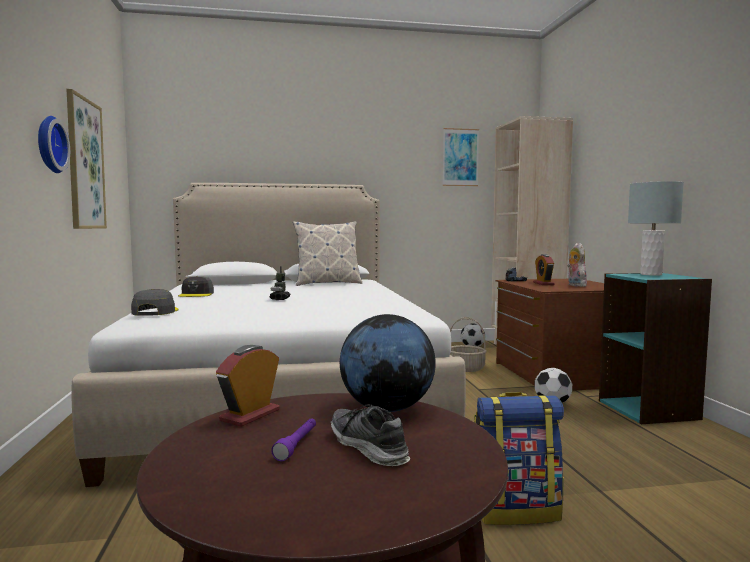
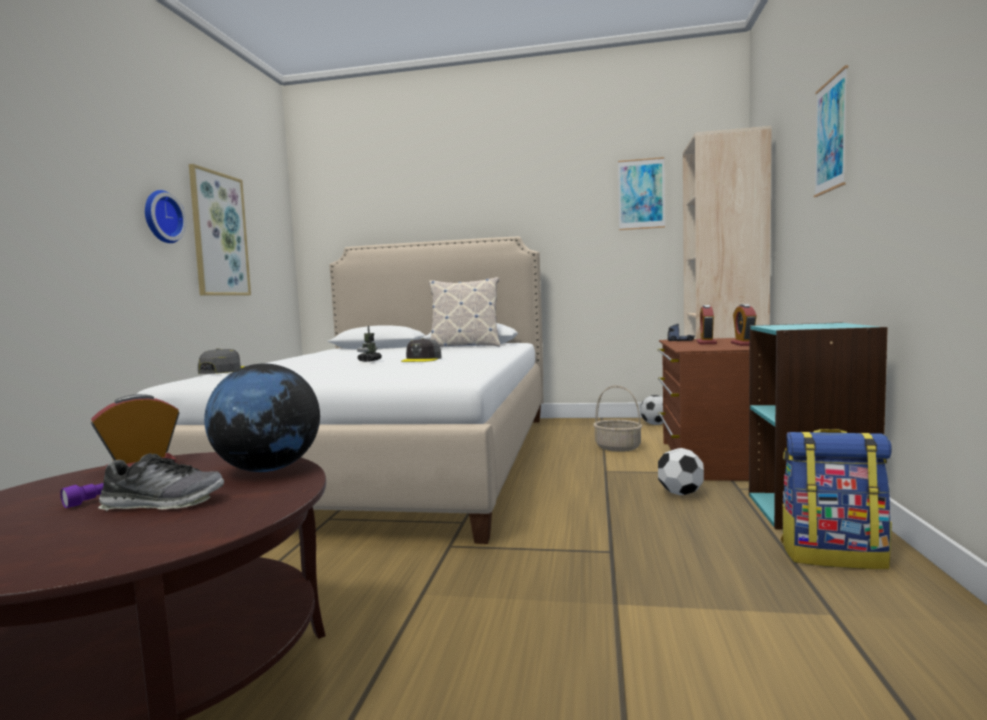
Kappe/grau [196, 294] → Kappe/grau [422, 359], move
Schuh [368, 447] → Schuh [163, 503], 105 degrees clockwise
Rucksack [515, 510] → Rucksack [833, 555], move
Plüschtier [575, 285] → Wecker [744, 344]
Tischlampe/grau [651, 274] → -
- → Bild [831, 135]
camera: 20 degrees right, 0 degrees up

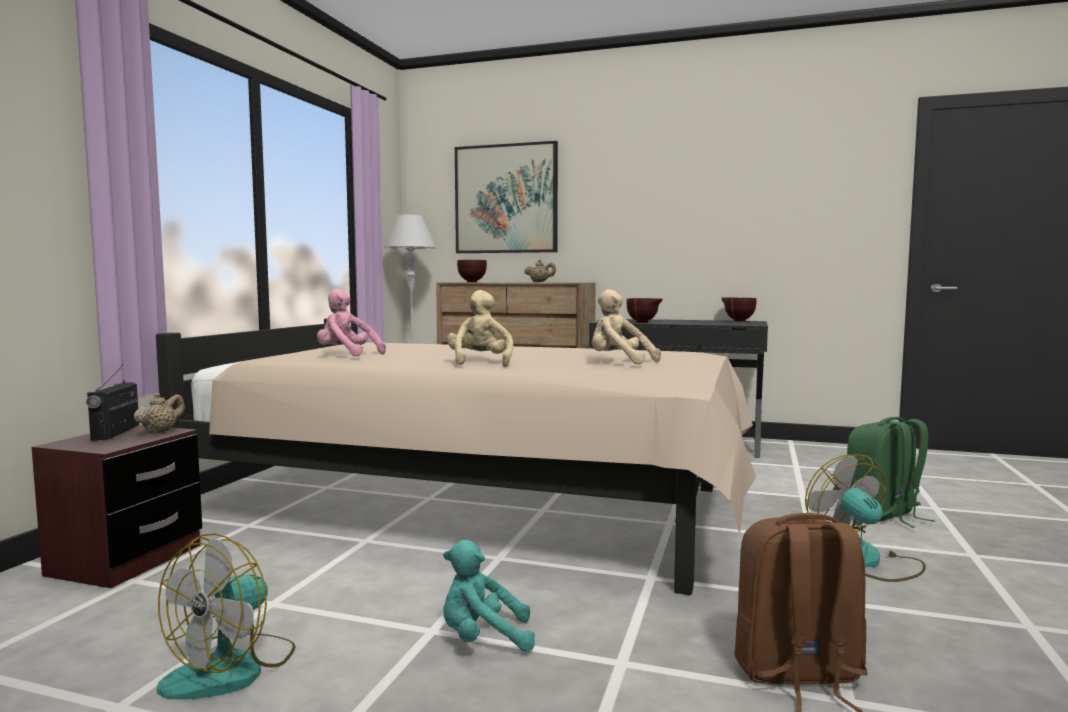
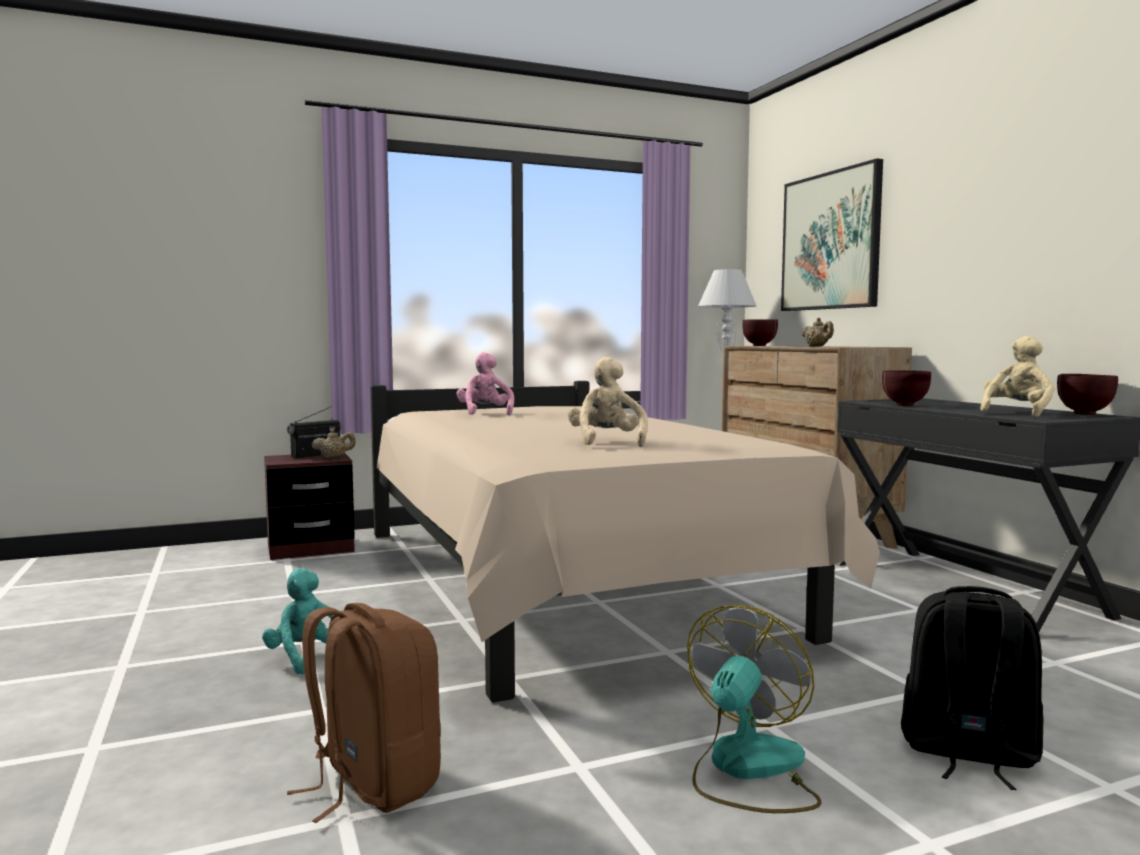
Ventilator [232, 668] → -
Plüschtier/beige [480, 363] → Plüschtier/beige [1017, 413], move
Rucksack/grün [883, 515] → Rucksack/schwarz [967, 753]
camera: 50 degrees right, 0 degrees up

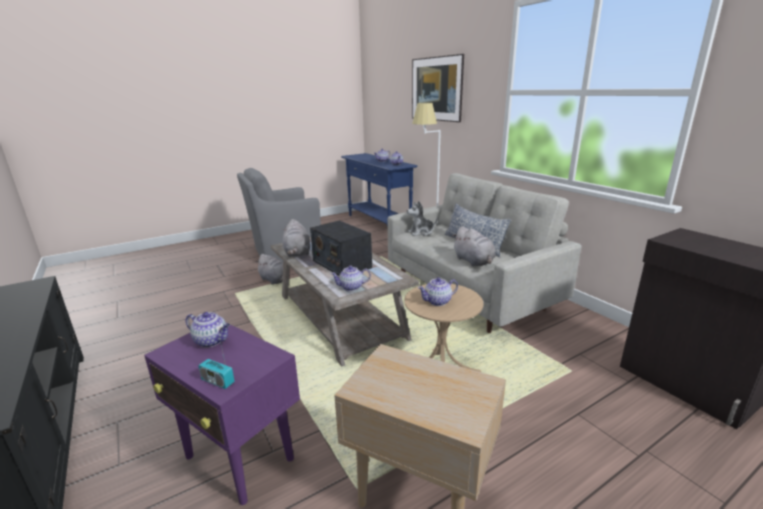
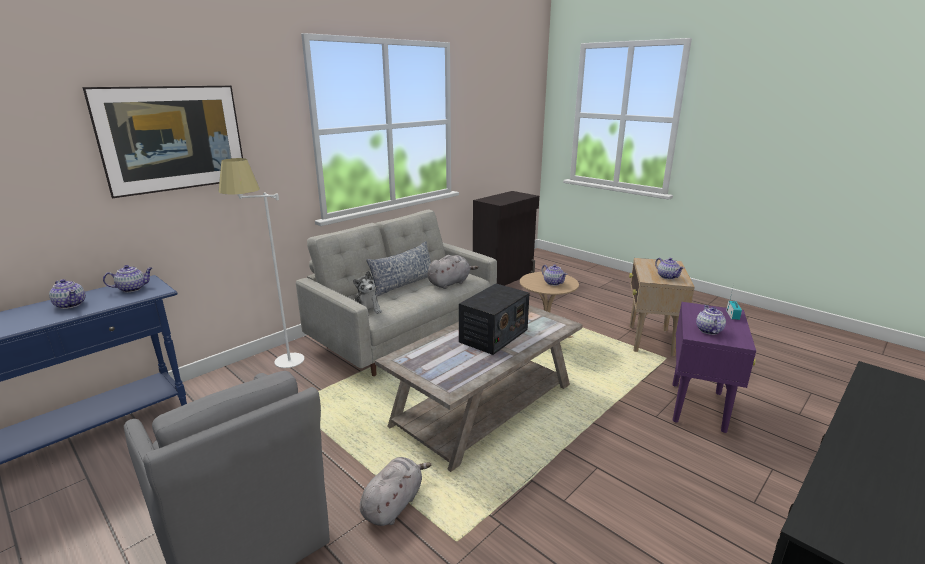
Plüschtier/grau [297, 253] → -
Teekanne [351, 287] → Teekanne [667, 277], move
camera: 105 degrees left, 0 degrees up

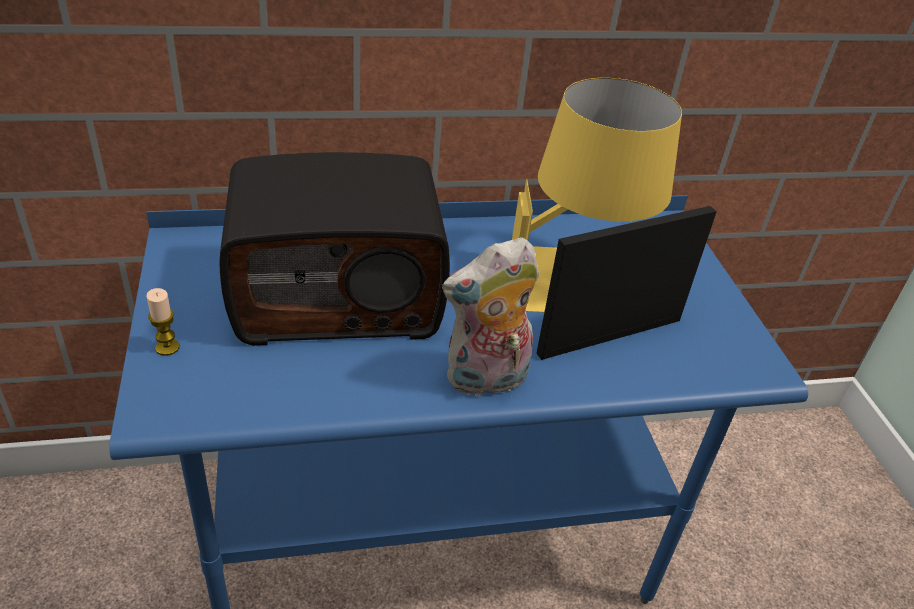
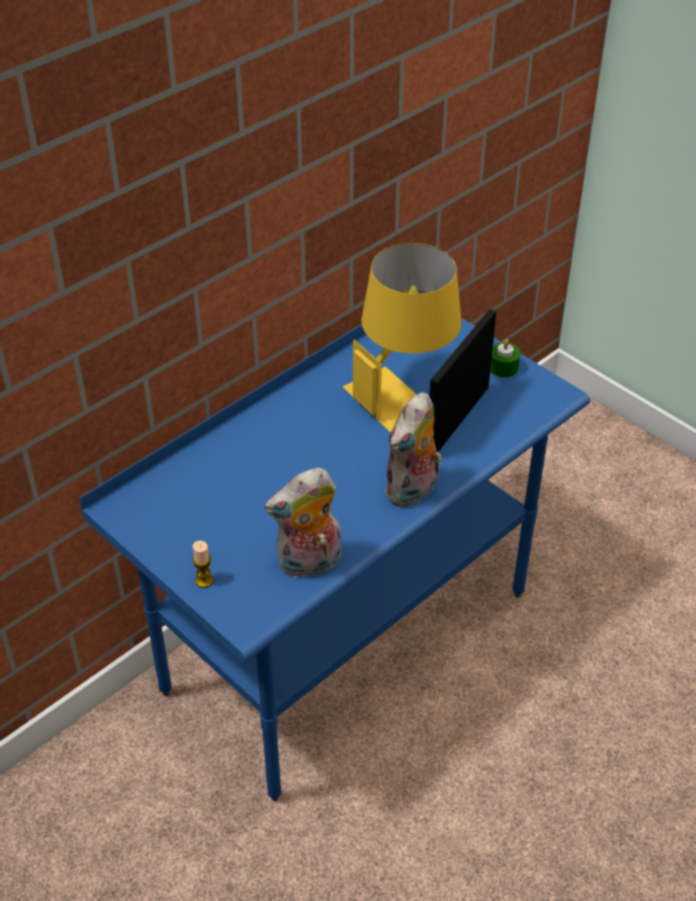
Radio [338, 295] → -
- → Plüschtier [309, 564]
- → Kerze/grün [503, 367]
camera: 30 degrees left, 5 degrees up

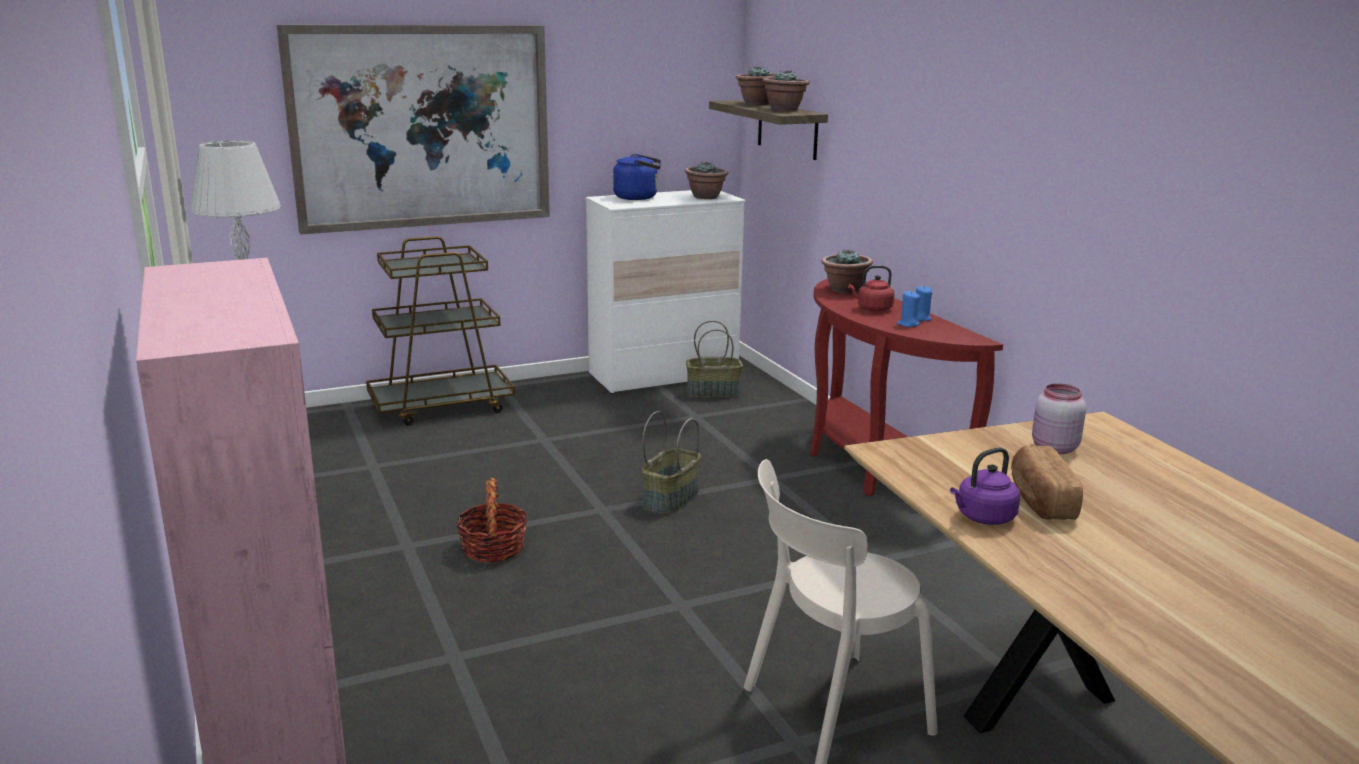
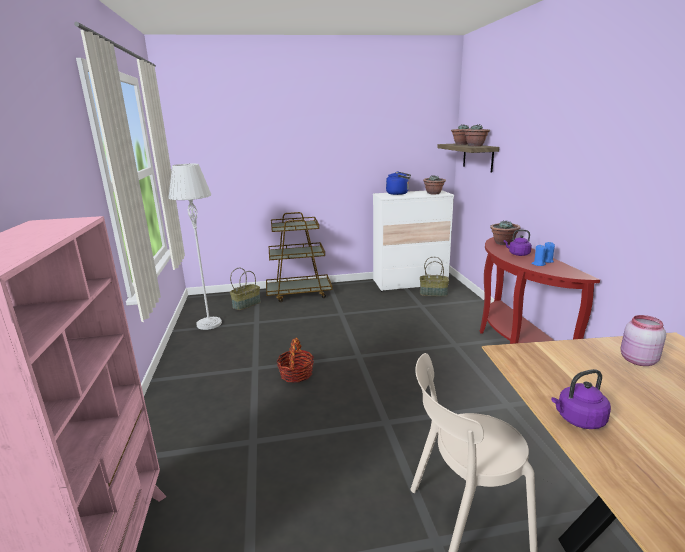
Bild [421, 127] → -
Korb [670, 498] → Korb [246, 304], move
Wasserkessel/rot [872, 309] → Wasserkessel/lila [517, 254]
Brot [1040, 501] → -
camera: 15 degrees right, 0 degrees up

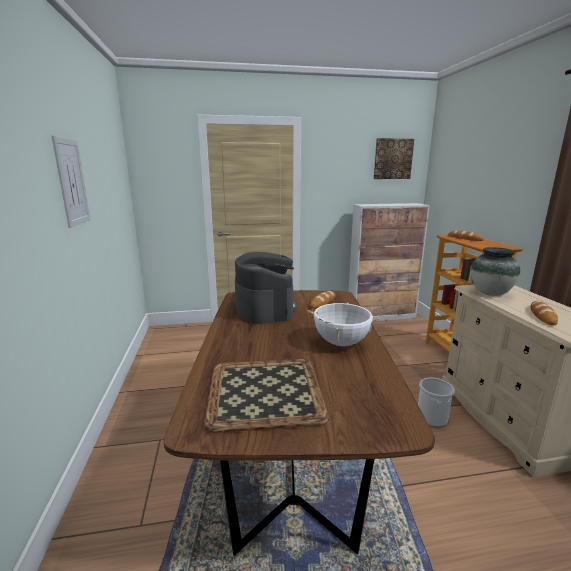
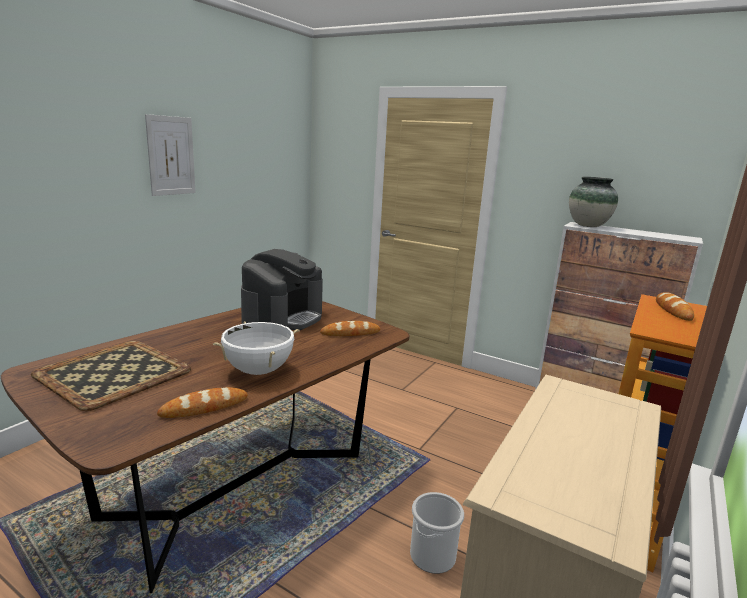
Bild [392, 159] → -
Vase [490, 293] → Vase [588, 226], move
Brot [542, 315] → Brot [204, 407], move
camera: 40 degrees right, 0 degrees up

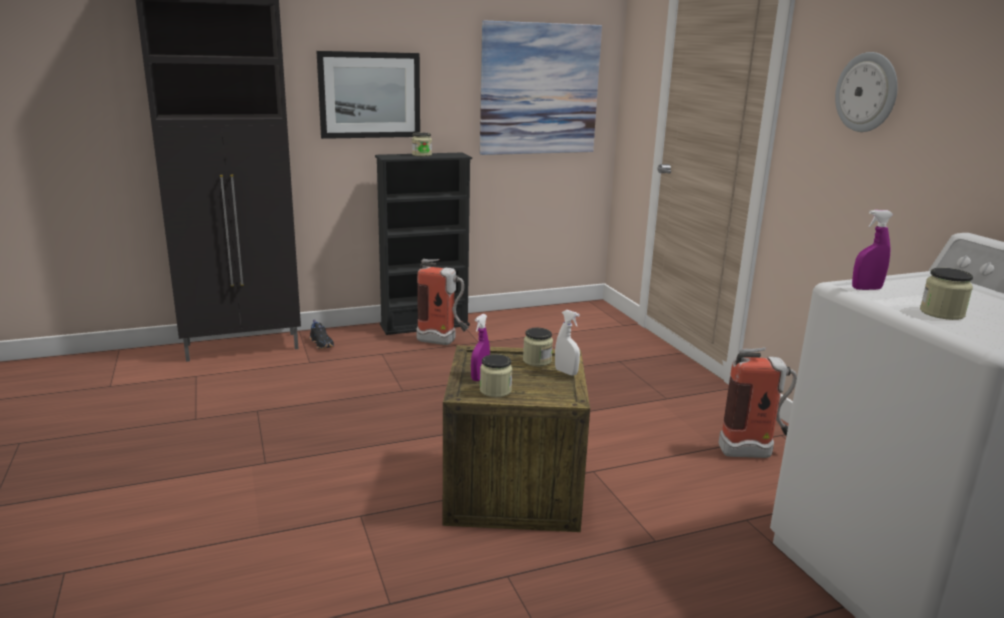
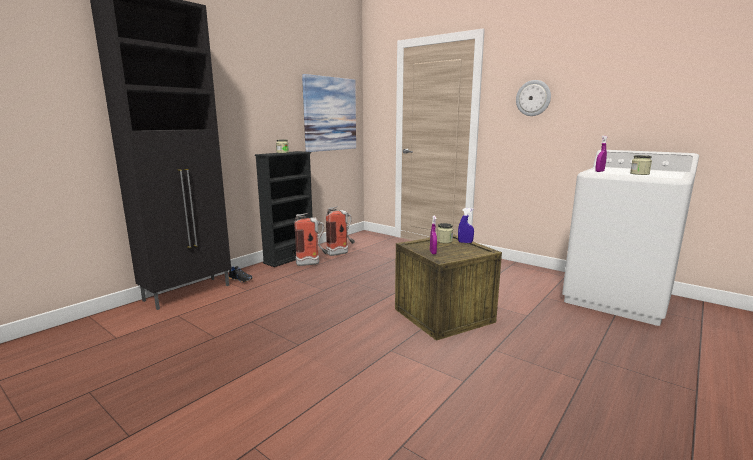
Bild [369, 95] → -
Vorratsglas [495, 390] → -
Sprühflasche/weiß [566, 372] → Sprühflasche/blau [465, 242]
Feuerlöscher [754, 453] → Feuerlöscher [341, 253], move
camera: 30 degrees left, 5 degrees down

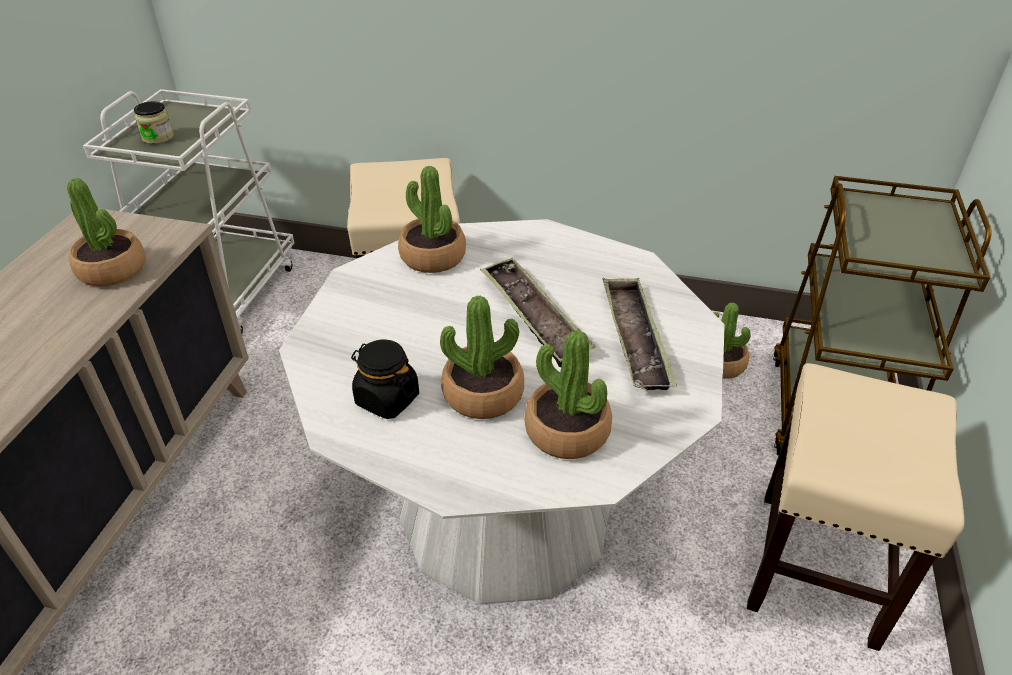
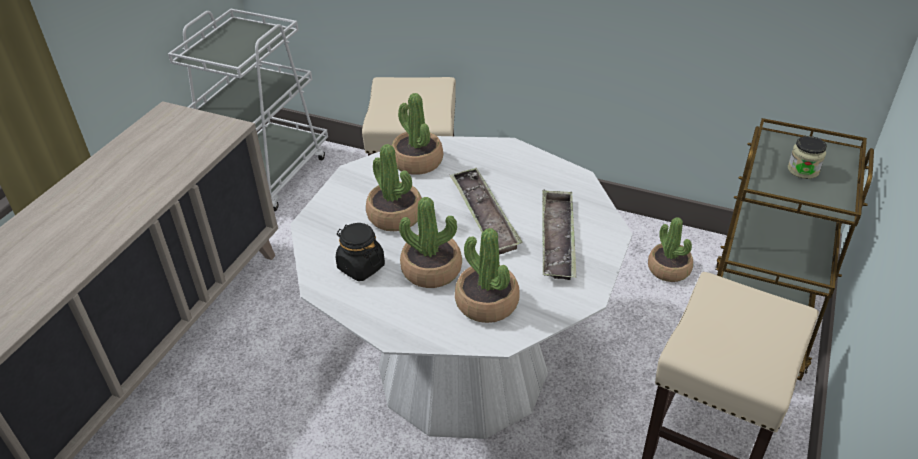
Topfpflanze [112, 269] → Topfpflanze [395, 216], move
Vorratsglas [158, 137] → Vorratsglas [803, 170], move
camera: 10 degrees right, 0 degrees up

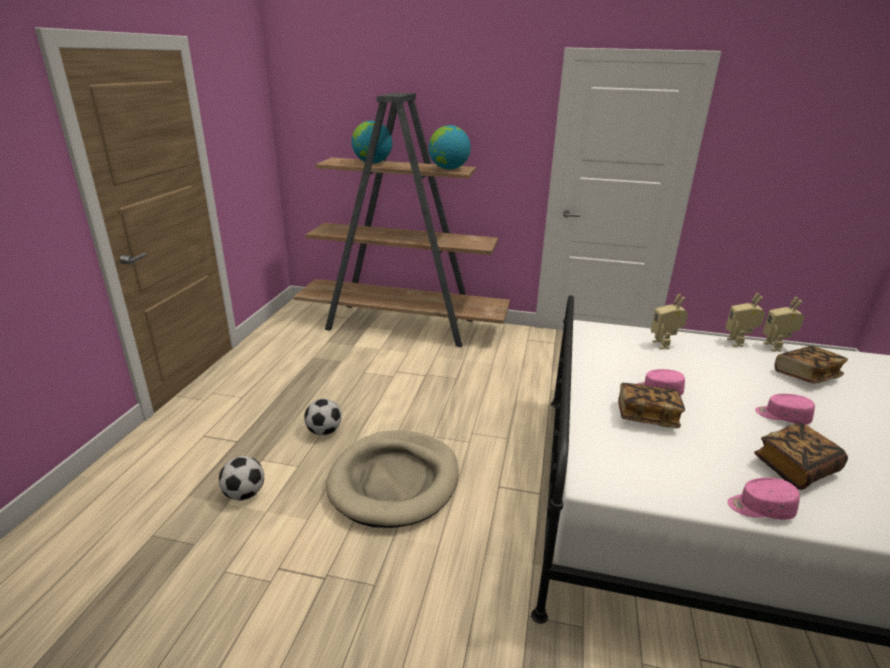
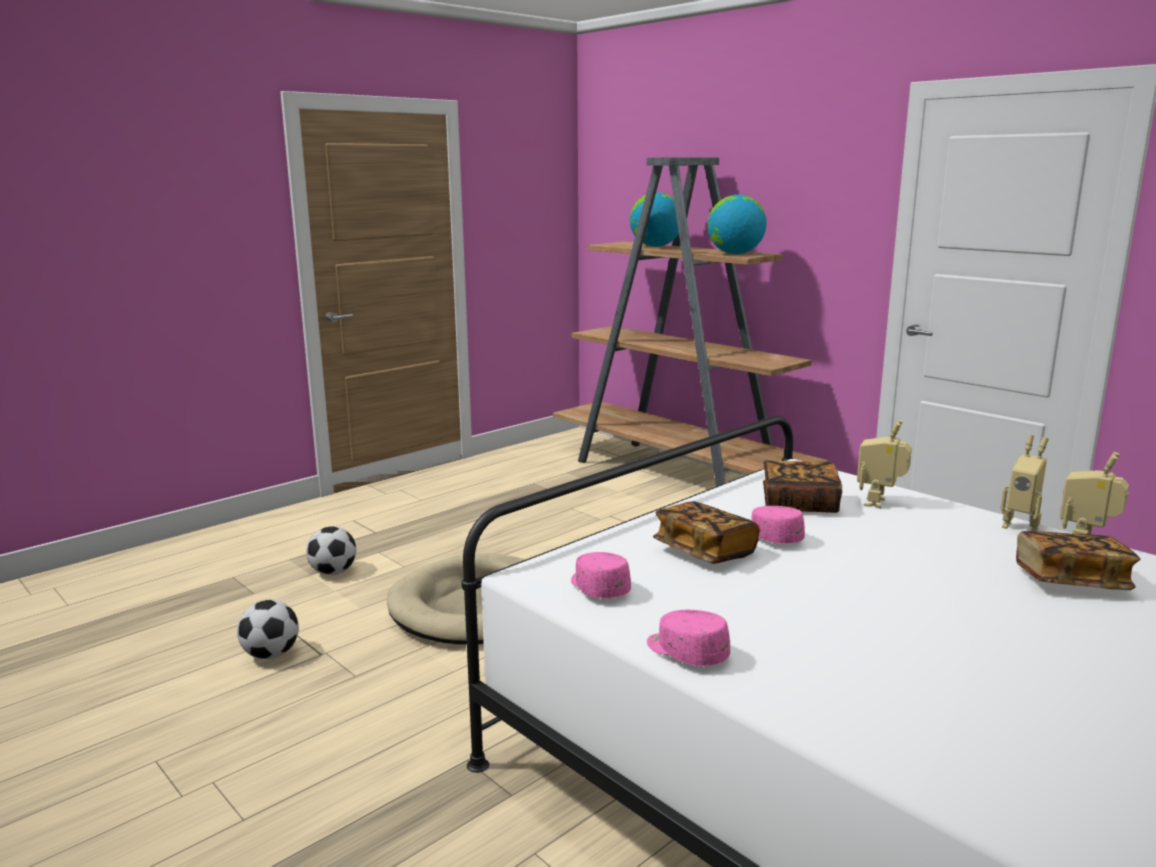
Fußball [324, 431] → Fußball [271, 655], move
Spielzeugroboter [738, 343] → Spielzeugroboter [1021, 526], 90 degrees counterclockwise
Buch [795, 468] → Buch [799, 504], move
Kappe/rosa [782, 416] → Kappe/rosa [598, 588], move
camera: 35 degrees right, 10 degrees down

